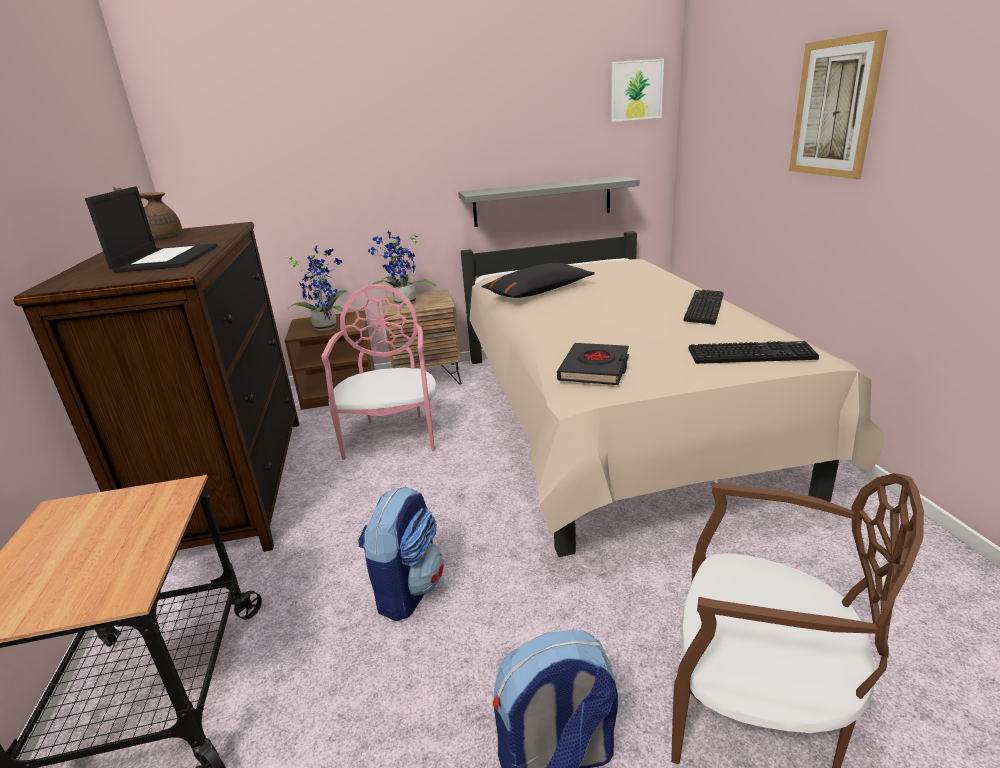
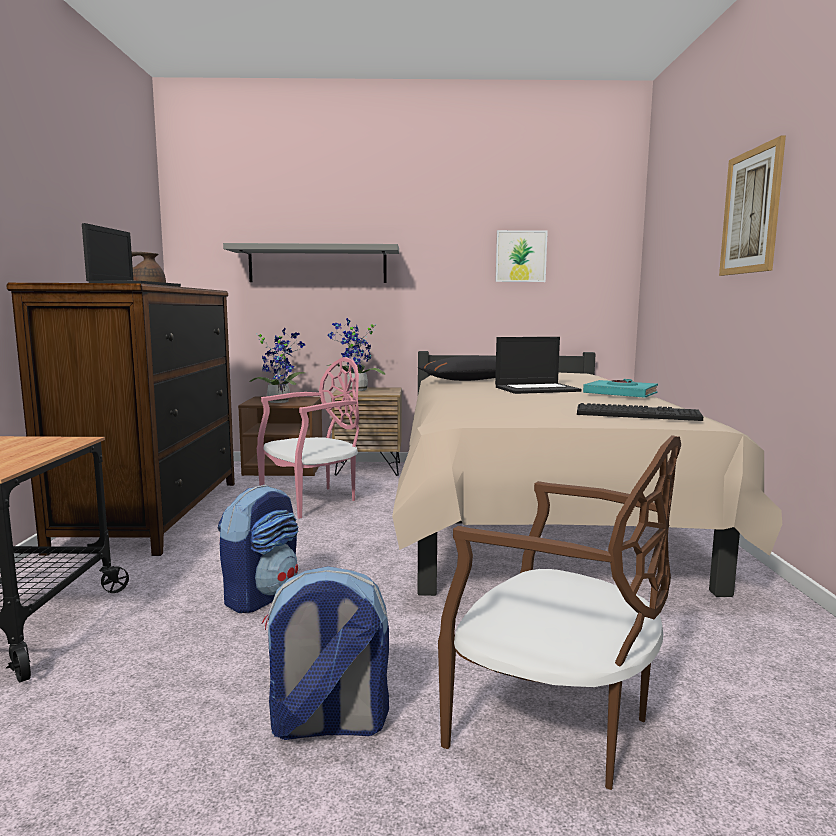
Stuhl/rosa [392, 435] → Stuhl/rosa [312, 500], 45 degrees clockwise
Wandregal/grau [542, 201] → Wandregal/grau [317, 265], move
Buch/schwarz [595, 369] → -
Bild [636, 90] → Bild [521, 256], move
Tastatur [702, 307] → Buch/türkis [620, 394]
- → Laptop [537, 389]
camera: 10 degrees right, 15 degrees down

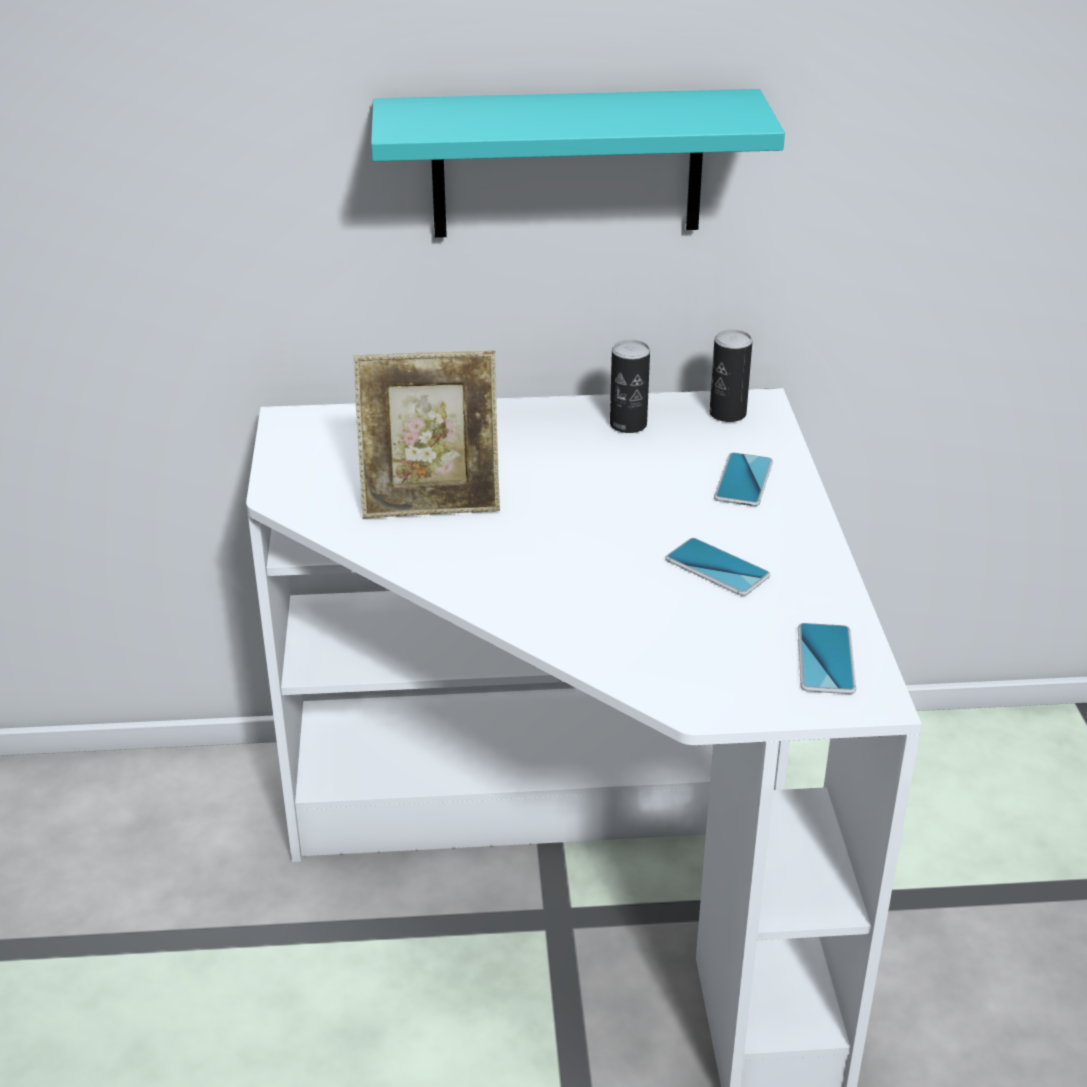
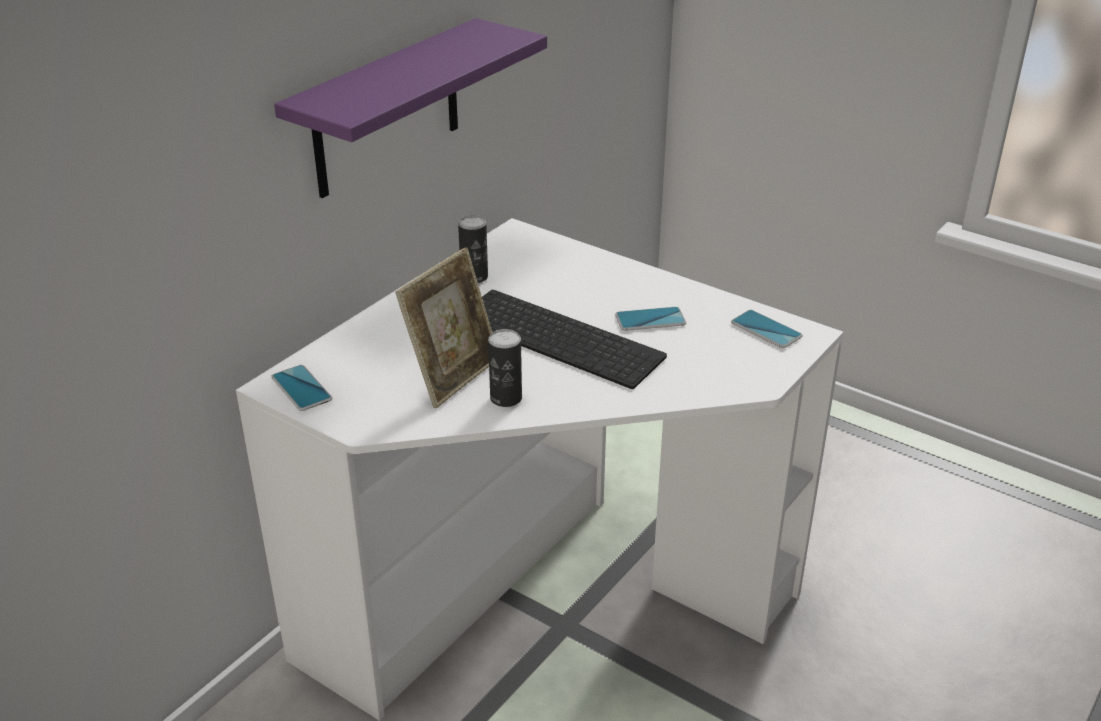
Wandregal/türkis [567, 164] → Wandregal/lila [387, 110]
Dose [727, 413] → Dose [506, 398], move
Handy [743, 480] → Handy [301, 388], move
- → Tastatur [562, 337]
camera: 50 degrees left, 0 degrees up

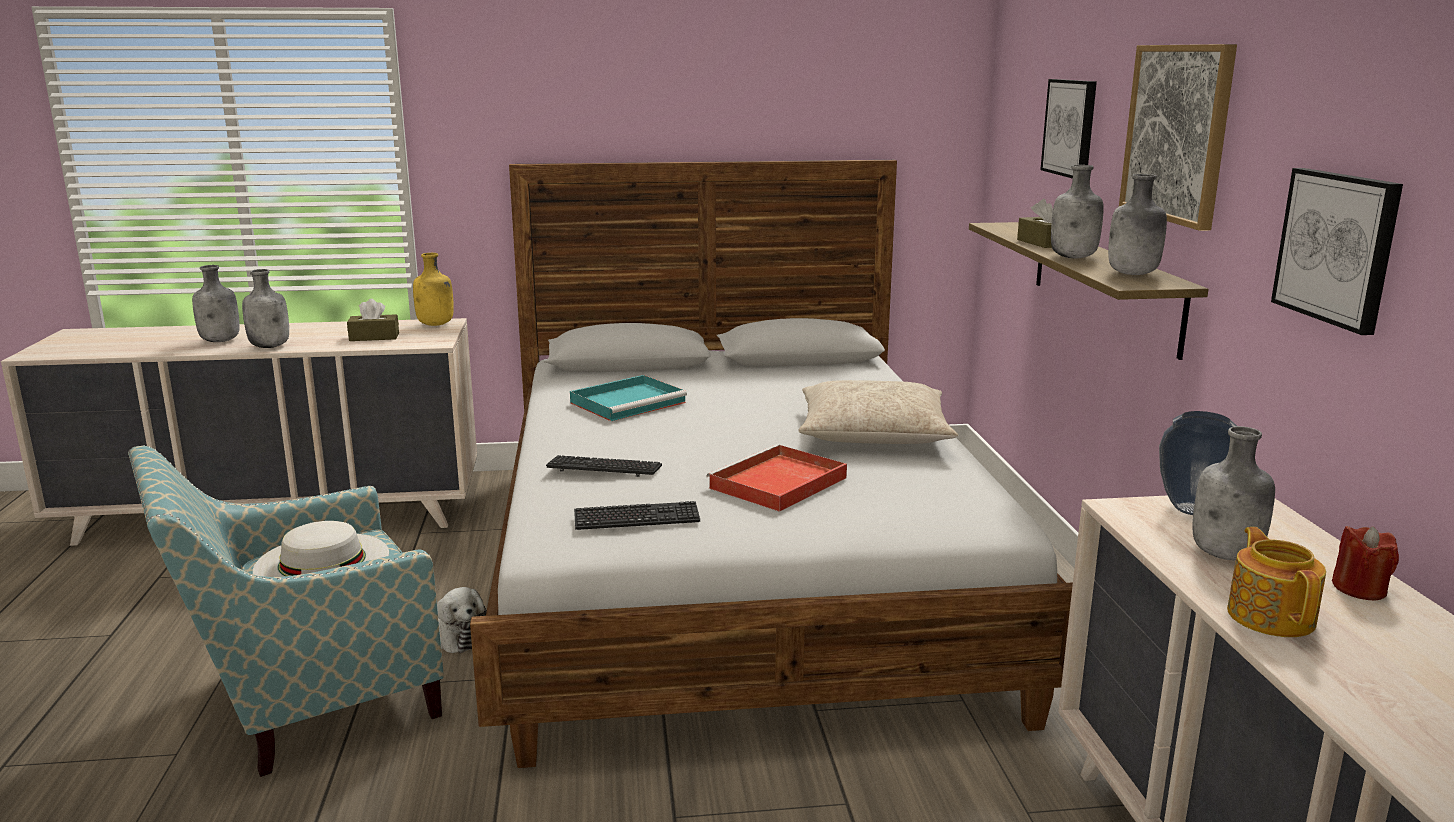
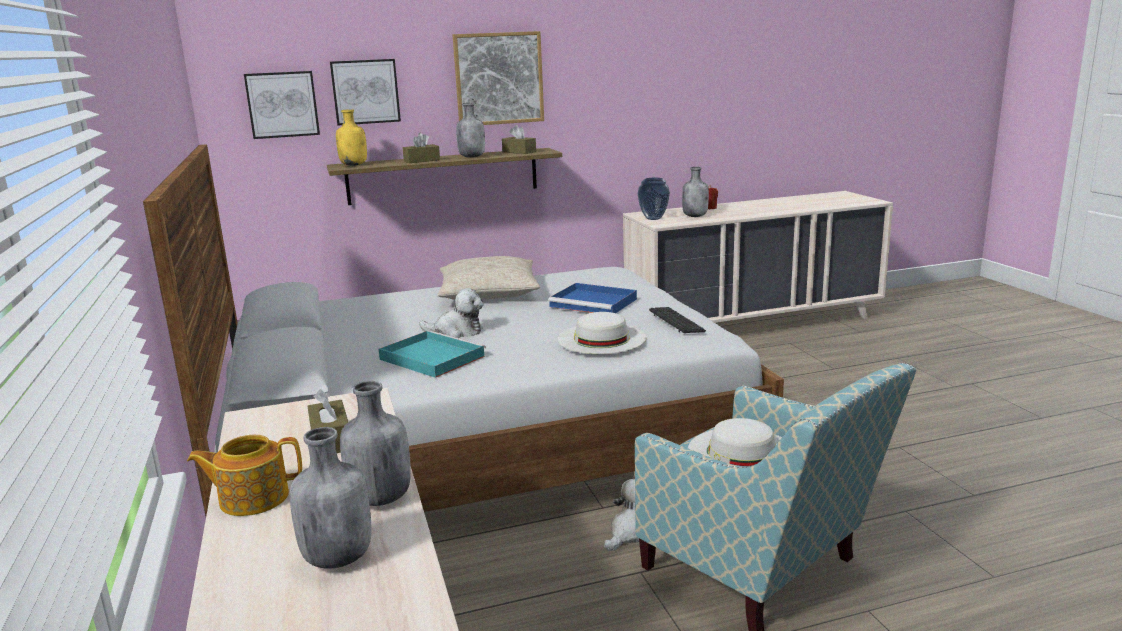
Flasche/gelb [436, 324] → Flasche/gelb [354, 165], move
Tastatur [604, 468] → Hut/weiß [601, 338]
Tablett/rot [777, 484] → Tablett/blau [595, 303]
Flasche/grau [1133, 274] → Taschentuchbox/braun [519, 152]
Teekanne [1271, 616] → Teekanne [252, 498], move
Bild [1337, 247] → Bild [282, 104], move
- → Plüschtier [457, 331]
camera: 100 degrees left, 0 degrees up

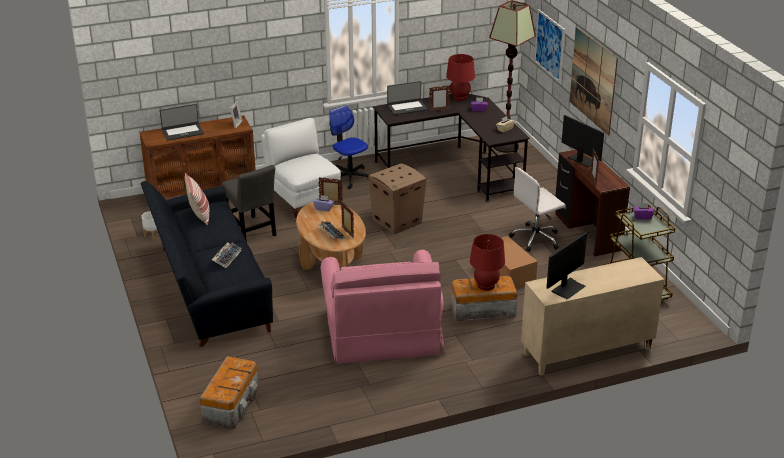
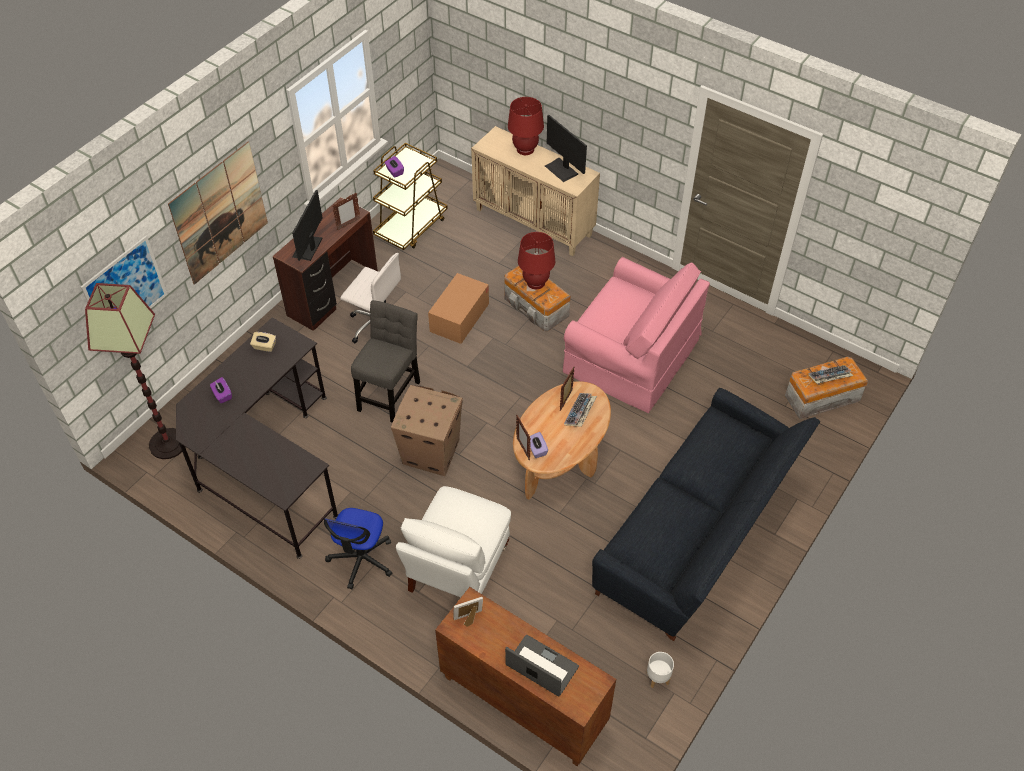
Kissen [199, 215] → -
Tastatur [227, 257] → Tastatur [829, 378], move
Stuhl/grau [251, 232] → Stuhl/grau [390, 392], move
Sessel/rosa [382, 332] → Sessel/rosa [631, 356], 75 degrees clockwise
Laptop [407, 107] → -
Bilderrahmen [439, 110] → -
Tischlampe/rot [459, 98] → Tischlampe/rot [525, 149], move
Monitor [568, 288] → Monitor [562, 170], 135 degrees counterclockwise
camera: 125 degrees left, 20 degrees up

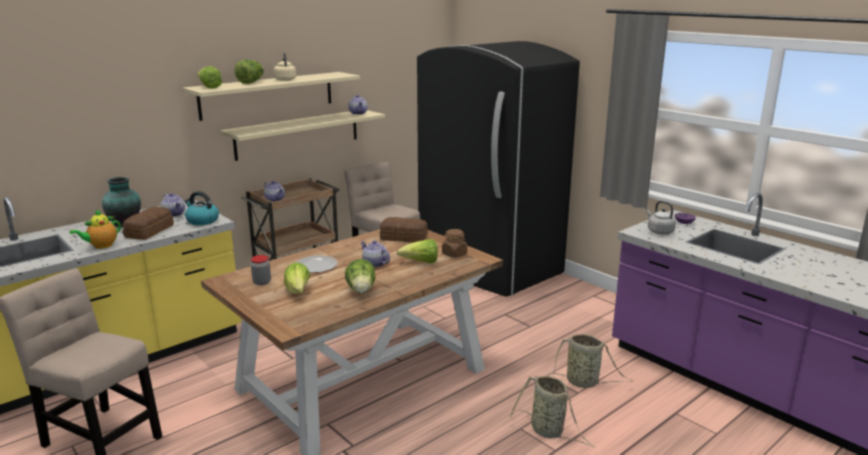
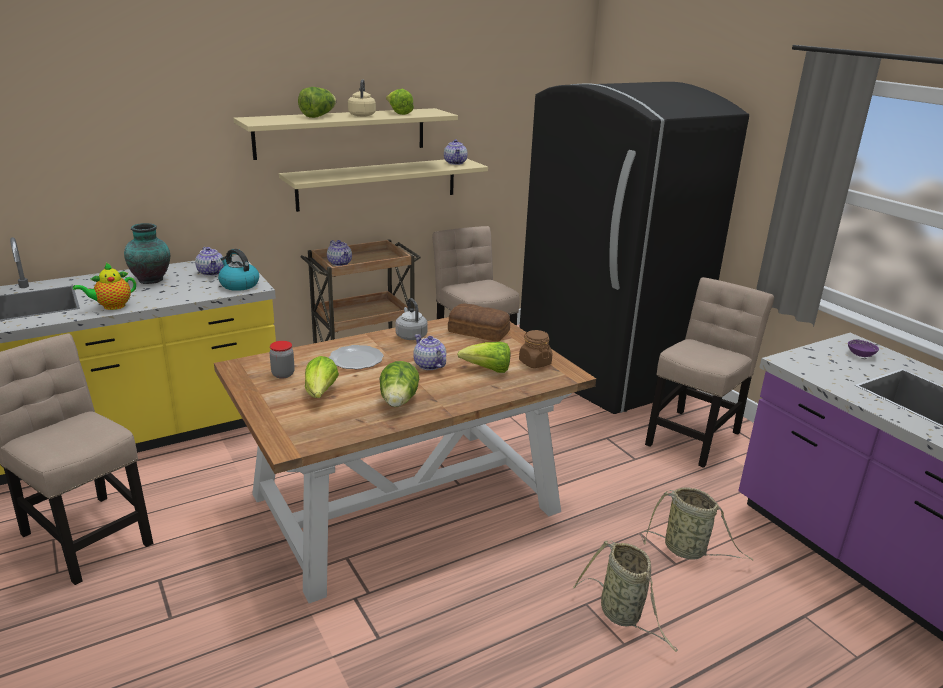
Brot [151, 231] → -
Salatkopf [209, 87] → Salatkopf [398, 113], move
Wasserkessel/grau [659, 231] → Wasserkessel/grau [410, 335], move
- → Stuhl/beige [694, 435]
camera: 10 degrees right, 5 degrees up

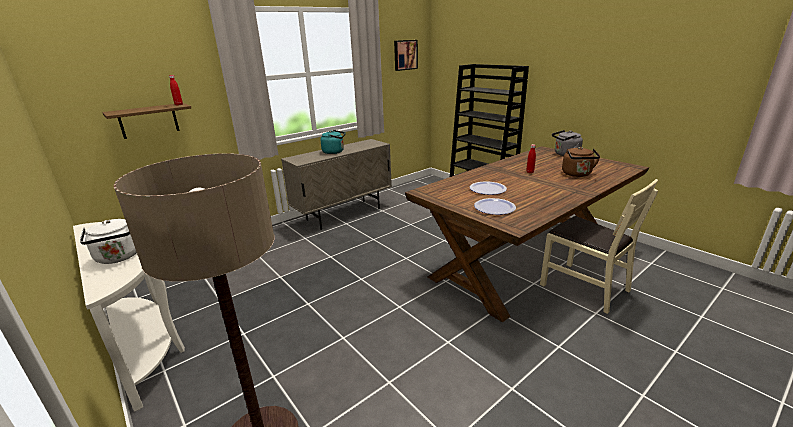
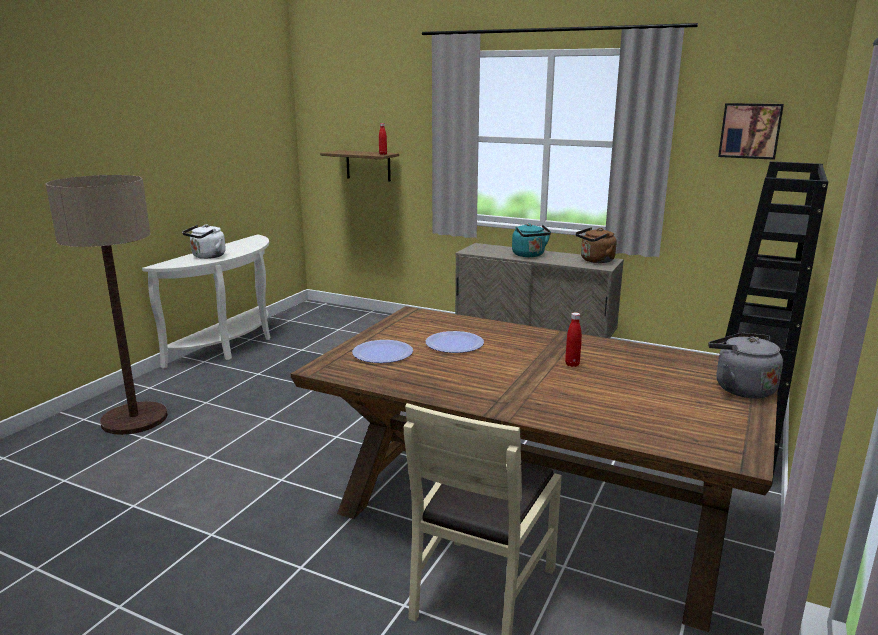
Wasserkessel/braun [577, 174] → Wasserkessel/braun [595, 261], move
camera: 65 degrees right, 5 degrees down

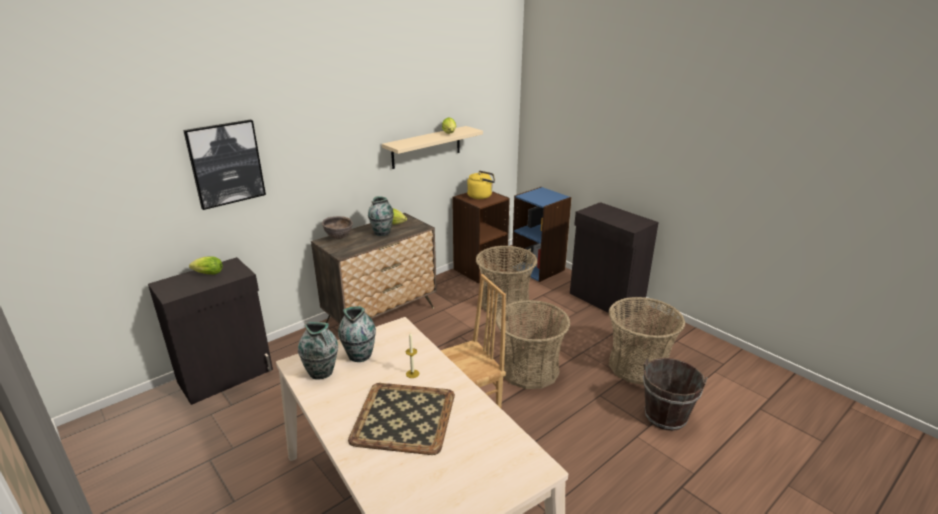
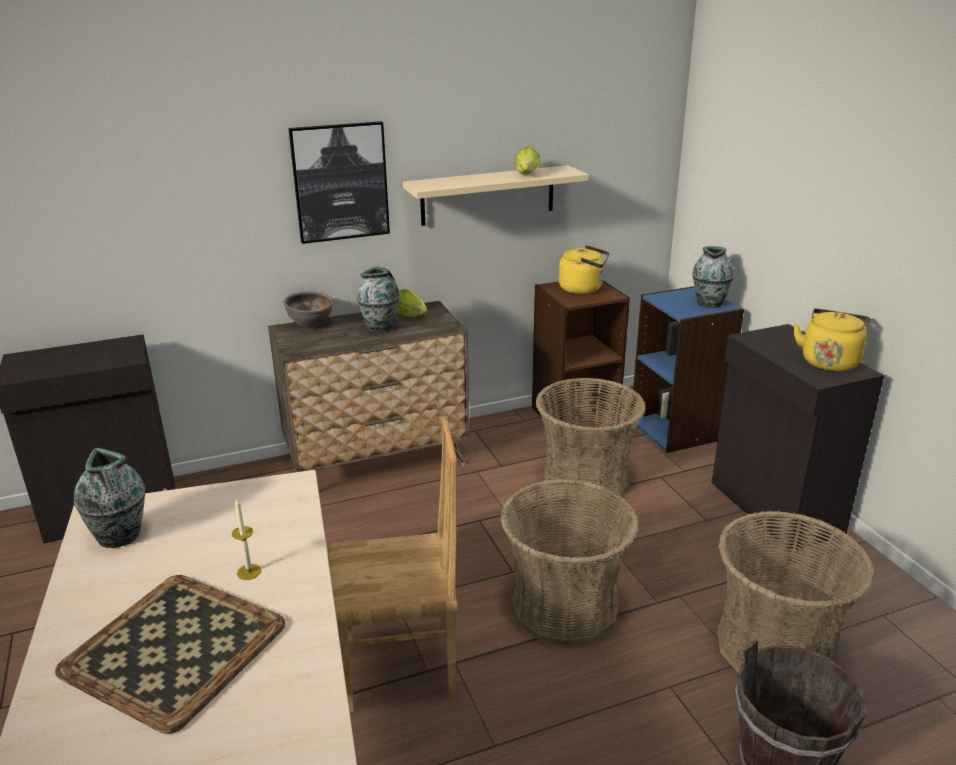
Bild [226, 163] → Bild [340, 182], move
Salatkopf [207, 274] → -
Vase [359, 355] → Vase [709, 303], move
- → Wasserkessel/gelb [829, 361]
camera: 20 degrees right, 0 degrees up

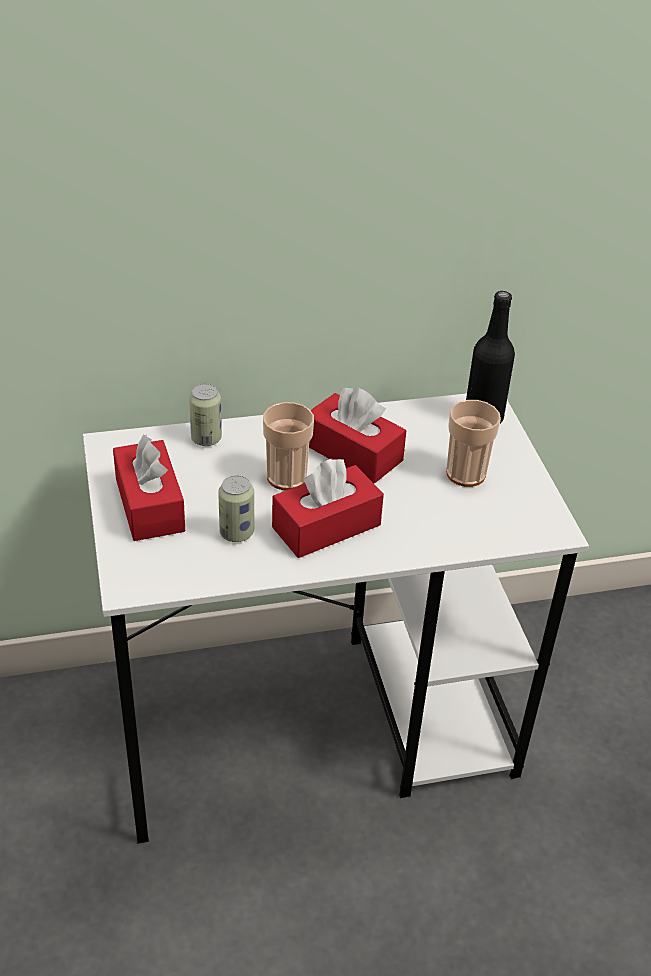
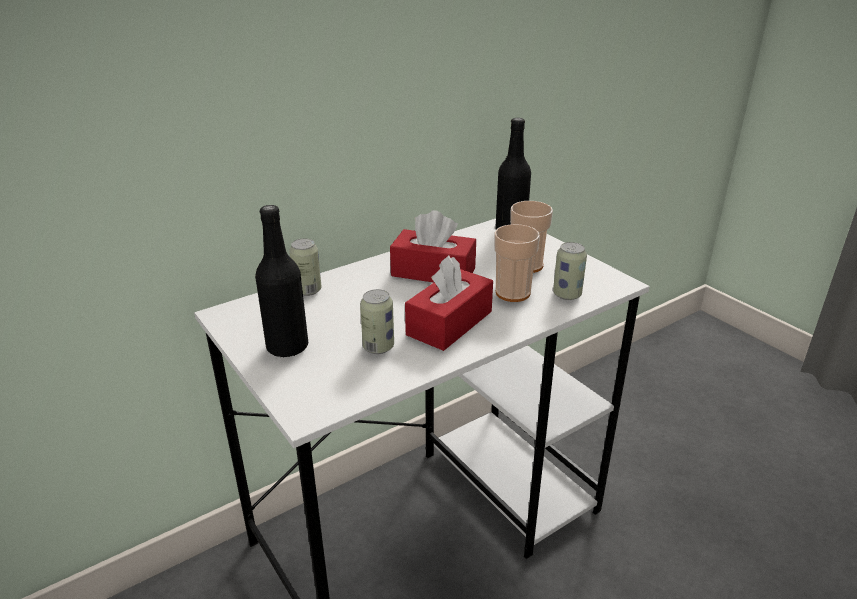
Taschentuchbox/rot [149, 505] → Flasche/schwarz [287, 347]
Tasse [287, 477] → Tasse [512, 293], move
- → Dose [567, 294]
camera: 20 degrees left, 10 degrees down

